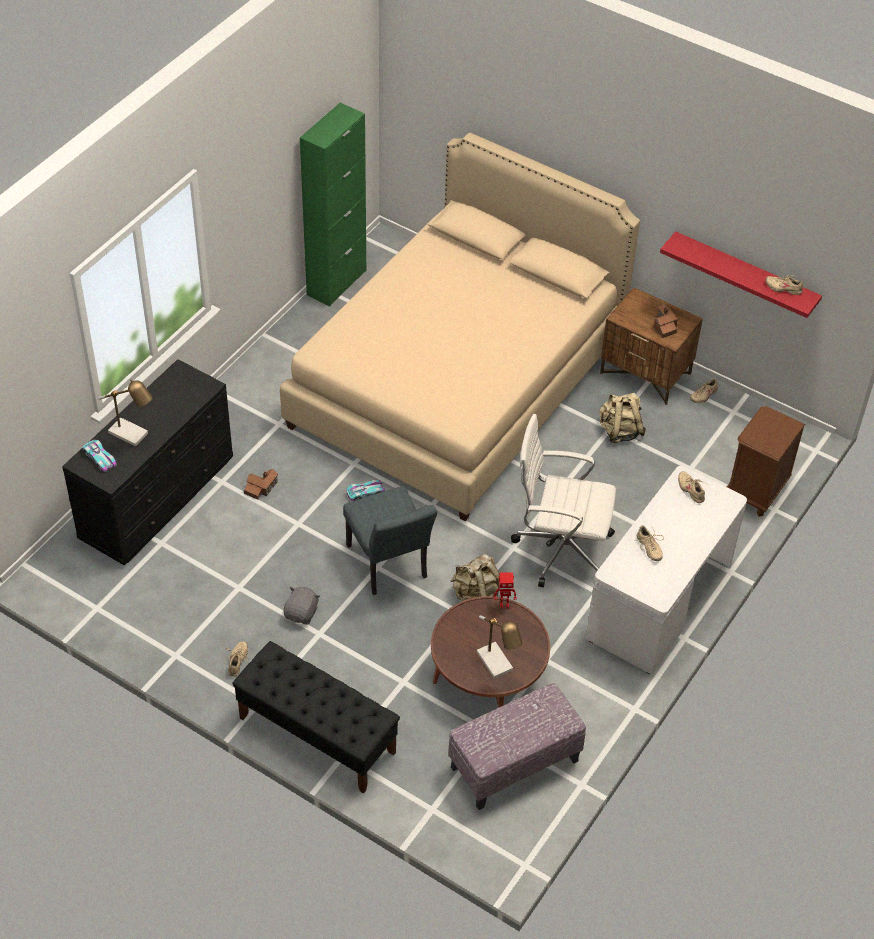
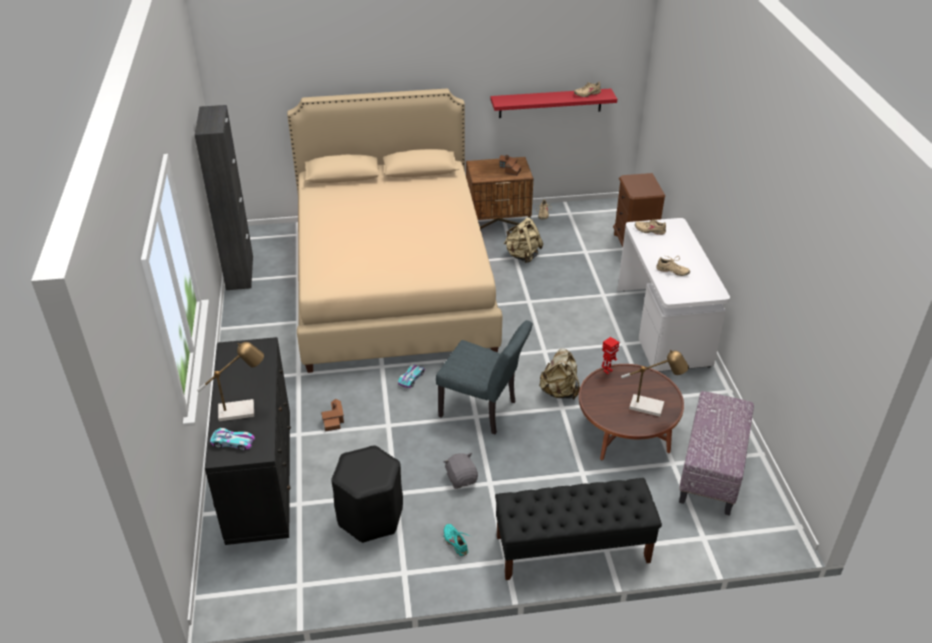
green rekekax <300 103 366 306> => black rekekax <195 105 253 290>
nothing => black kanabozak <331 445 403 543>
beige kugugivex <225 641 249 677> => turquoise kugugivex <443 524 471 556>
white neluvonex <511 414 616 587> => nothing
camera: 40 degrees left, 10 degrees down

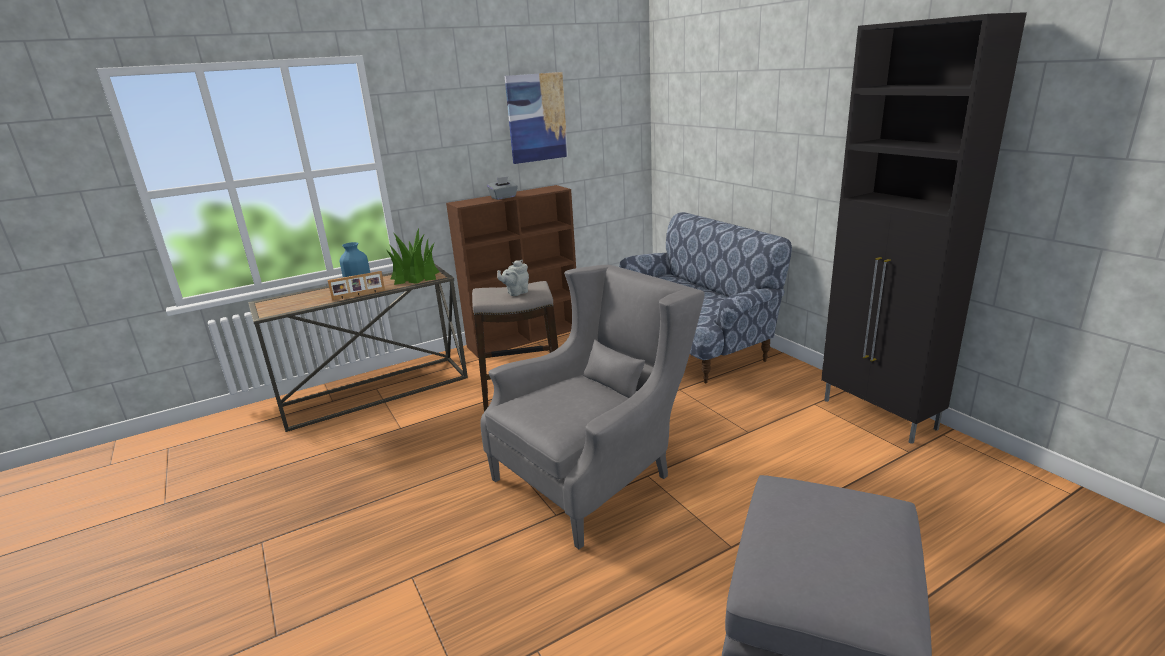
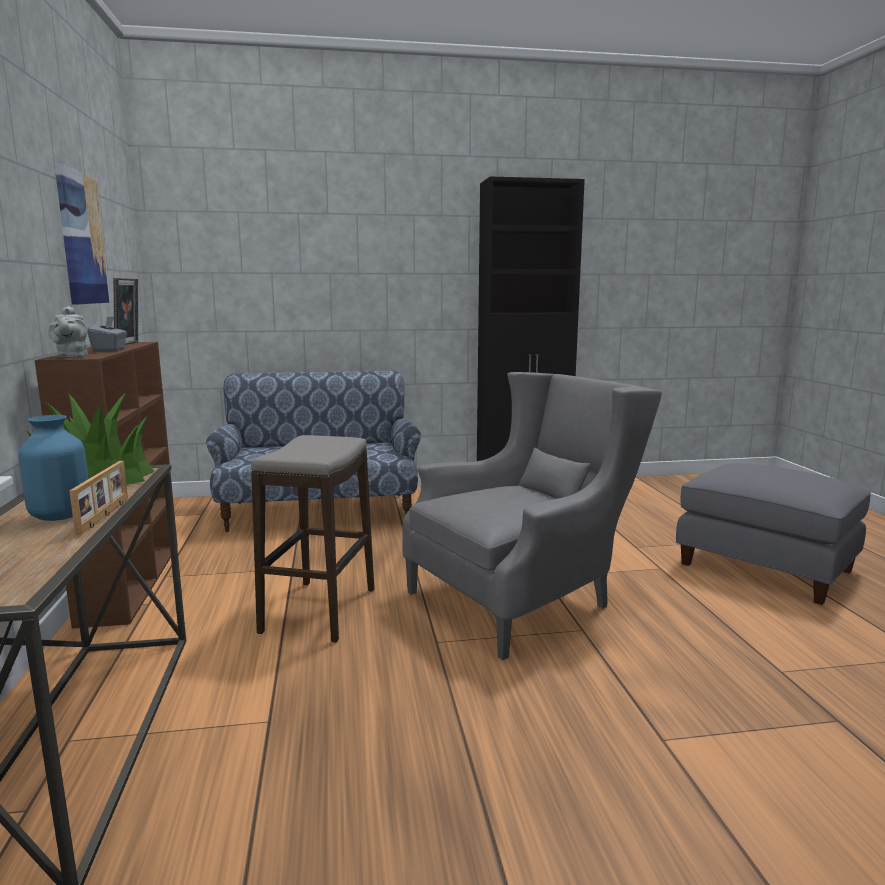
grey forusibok <497 260 529 296> => grey forusibok <48 306 87 357>, relocated
nothing => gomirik <113 278 138 345>
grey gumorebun <480 265 705 549> => grey gumorebun <402 372 662 660>, 75 degrees clockwise
camera: 70 degrees left, 10 degrees down

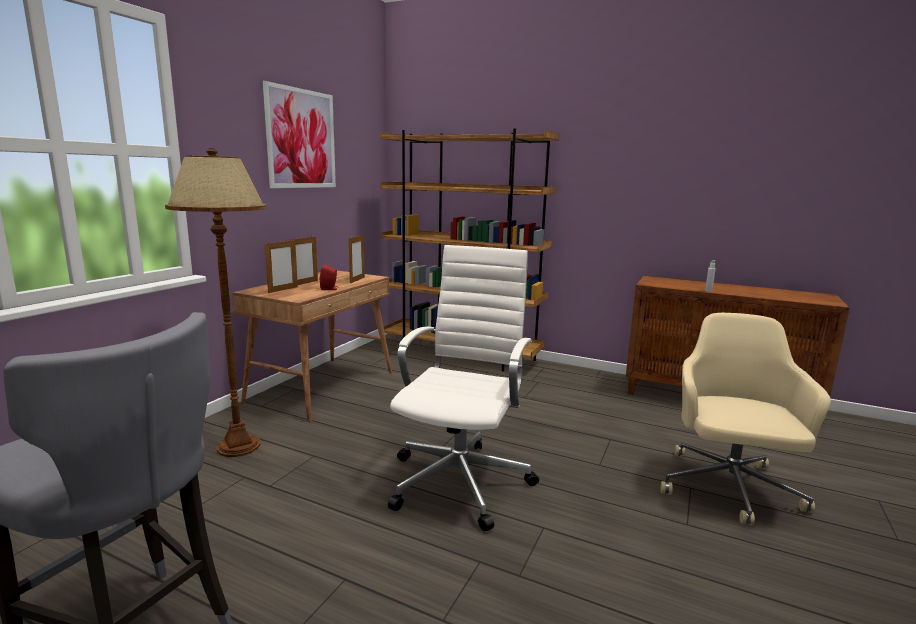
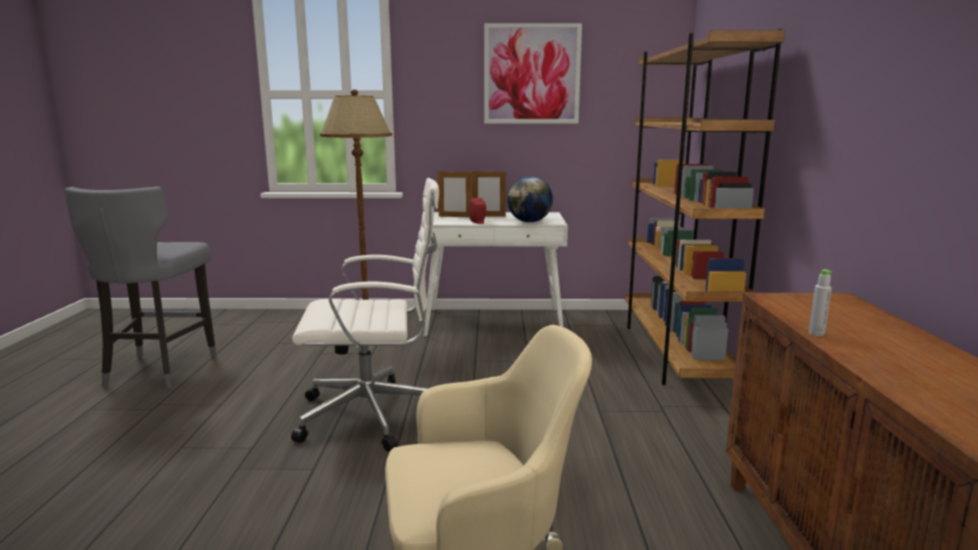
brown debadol <232 271 392 422> => white debadol <420 212 568 337>
gomirik <349 234 365 284> => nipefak <507 176 553 222>
camera: 65 degrees right, 0 degrees up

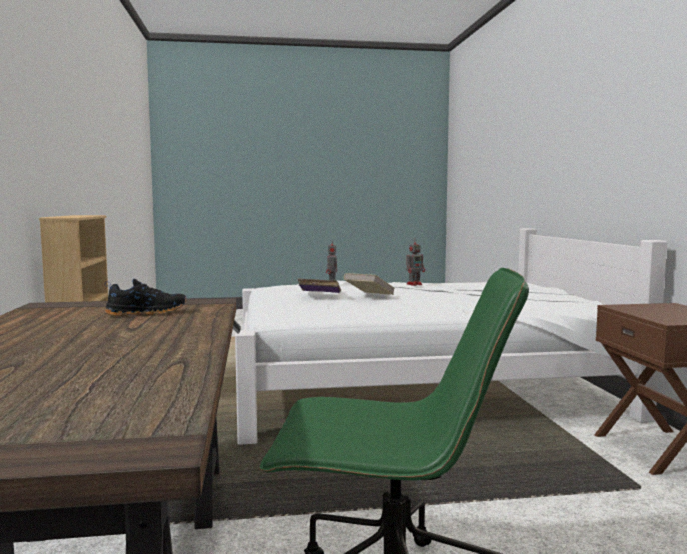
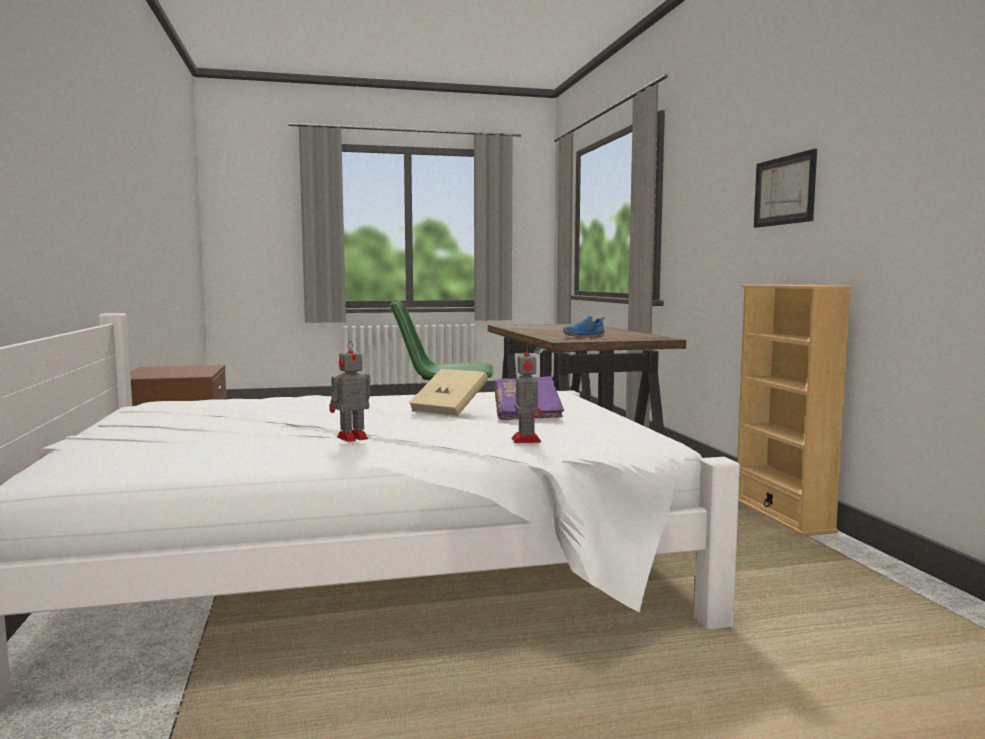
black kugugivex <105 279 187 316> => blue kugugivex <563 316 605 338>
nothing => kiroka <754 149 817 228>
camera: 175 degrees right, 0 degrees up

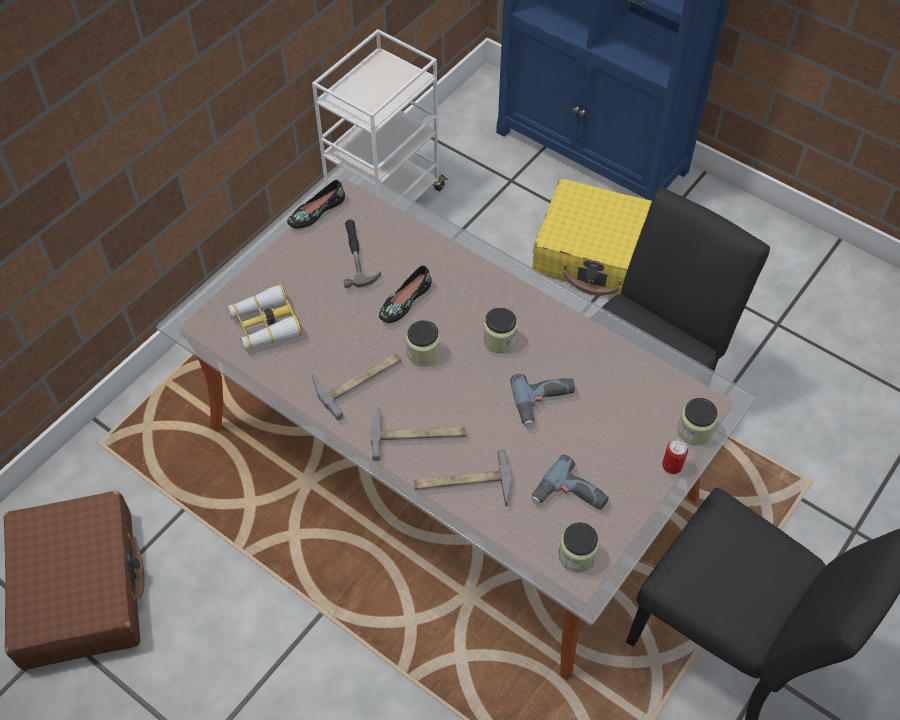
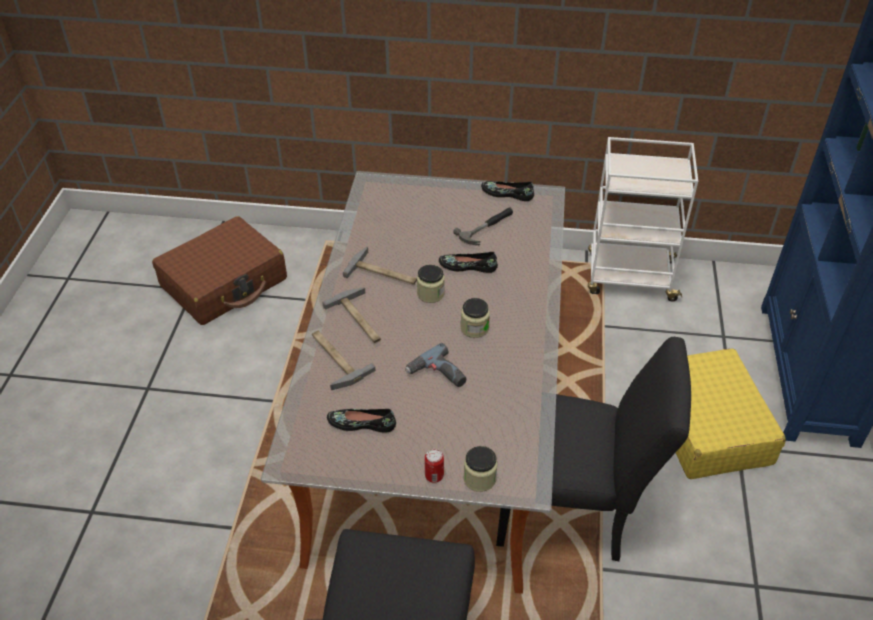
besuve <532 455 609 510> => black kugugivex <327 409 396 433>
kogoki <228 284 302 350> => nothing
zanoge <558 522 599 573> => nothing
camera: 60 degrees right, 10 degrees down

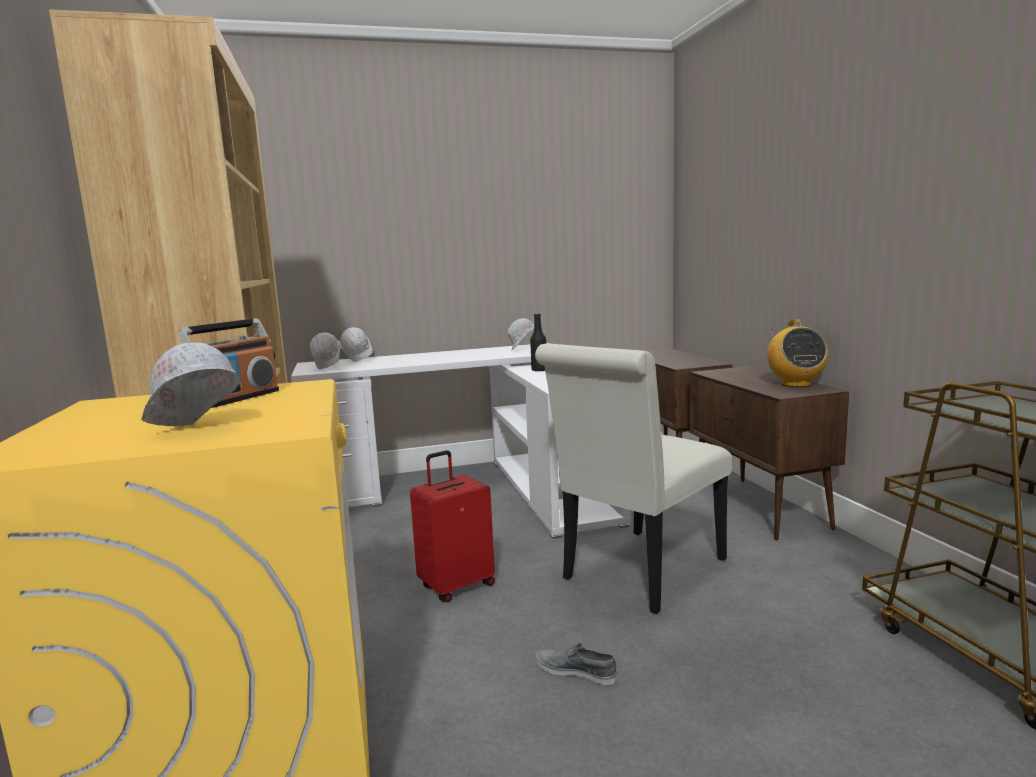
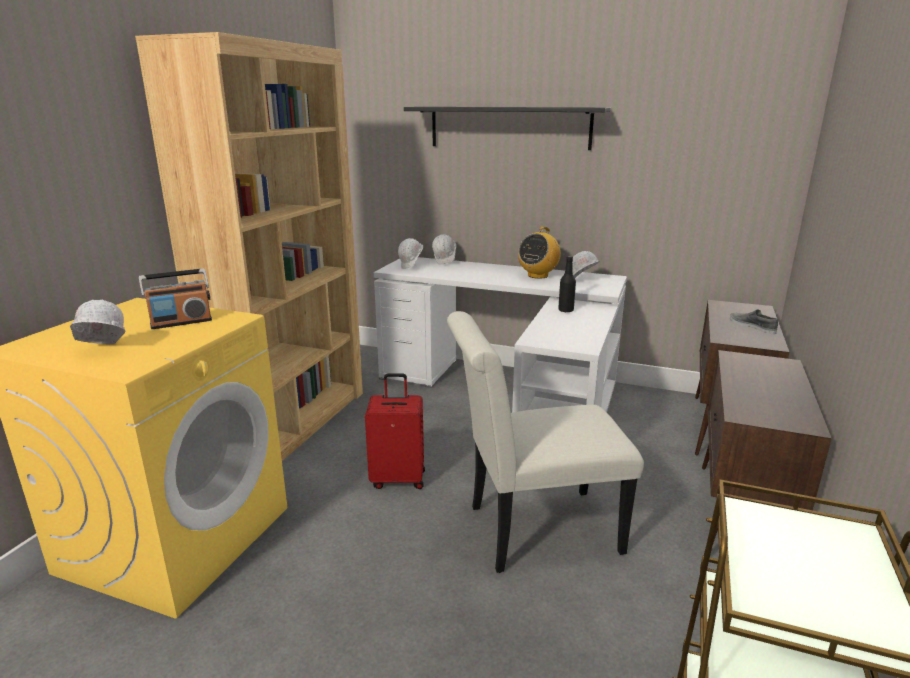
nothing => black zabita <404 107 610 150>
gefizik <767 320 828 387> => gefizik <518 227 561 279>, relocated
grey kugugivex <535 643 617 685> => grey kugugivex <730 309 778 334>, relocated
camera: 35 degrees right, 10 degrees up

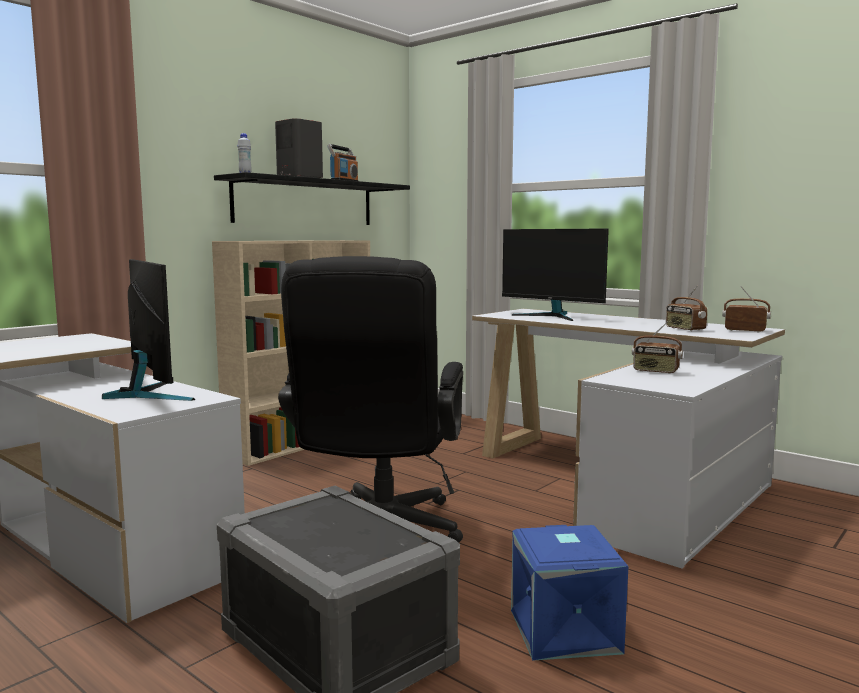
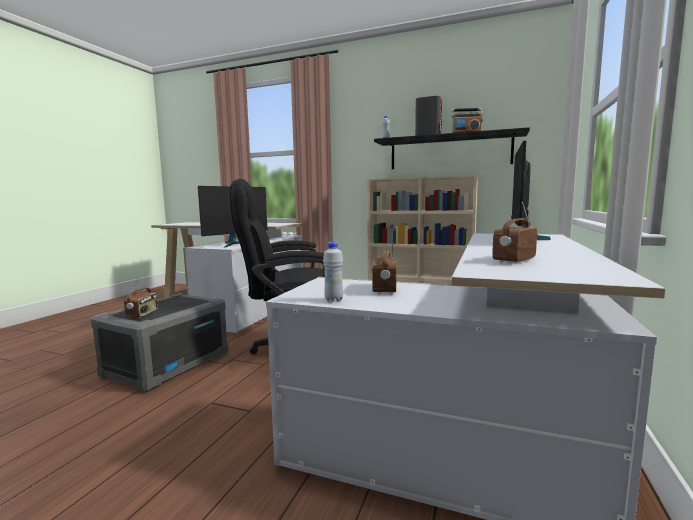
gefizik <722 286 771 332> => gefizik <124 278 158 318>, relocated
nothing => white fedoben <323 241 343 302>
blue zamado <511 525 628 661> => nothing
camera: 70 degrees right, 0 degrees up

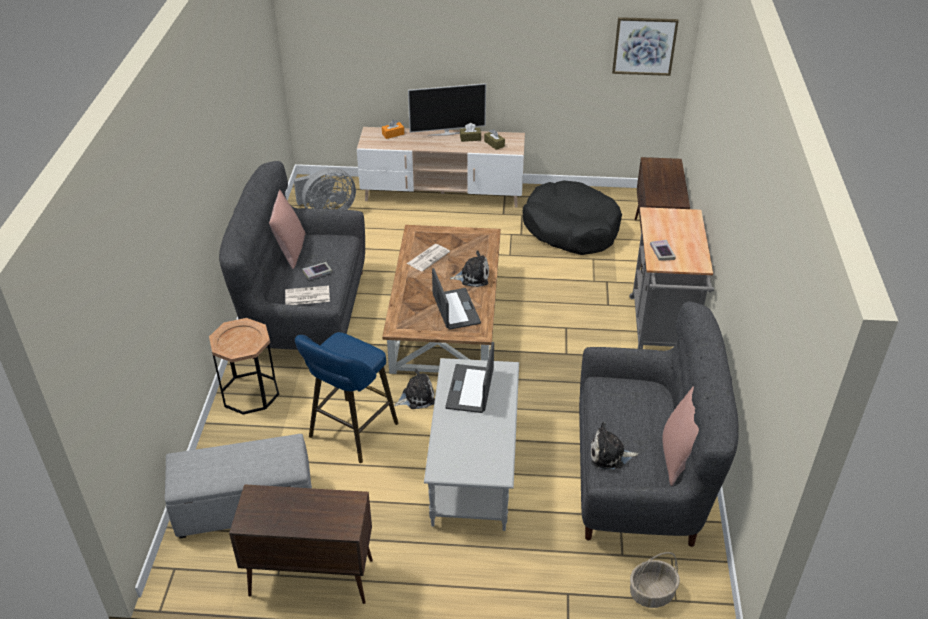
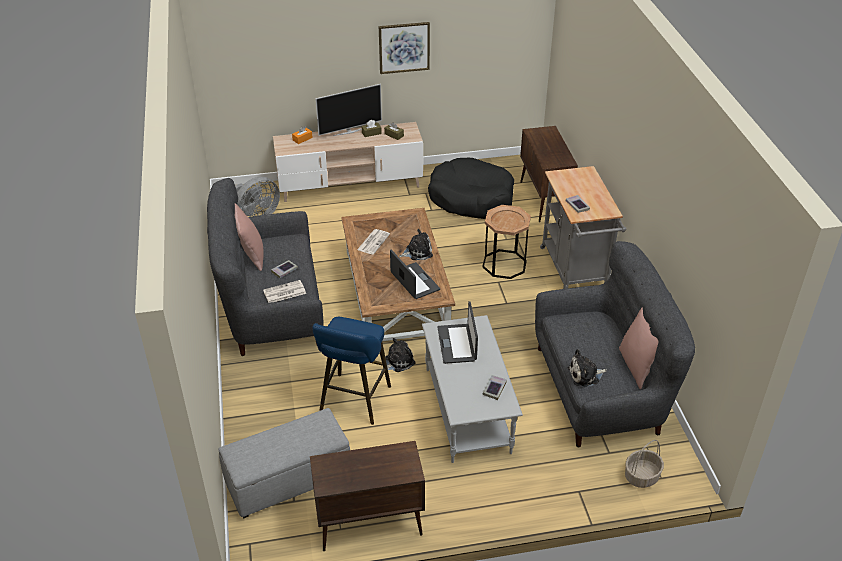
kiroka <612 17 679 76> => kiroka <379 22 430 74>, relocated
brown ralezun <209 318 279 414> => brown ralezun <482 205 531 279>, relocated
nothing => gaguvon <482 375 507 400>
camera: 15 degrees left, 0 degrees up

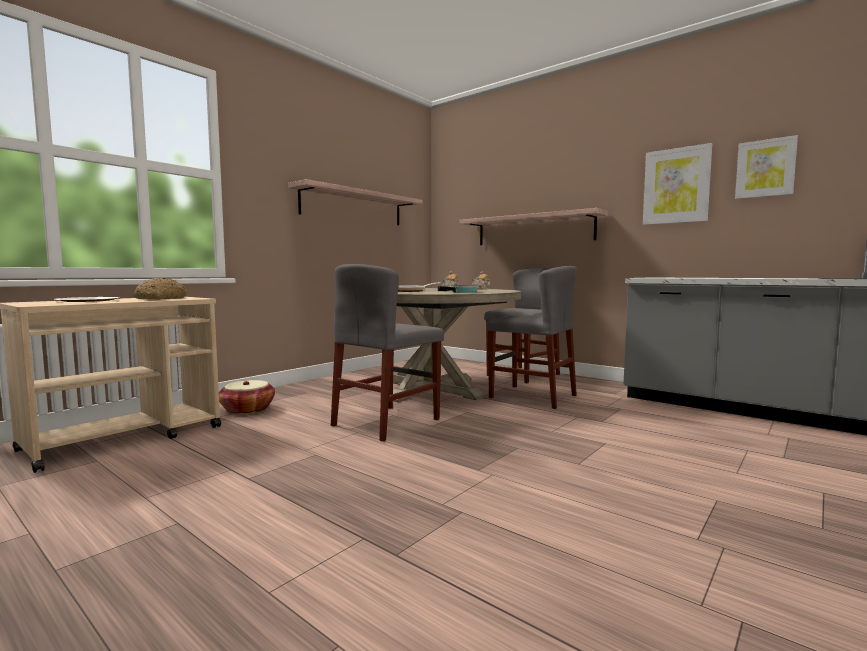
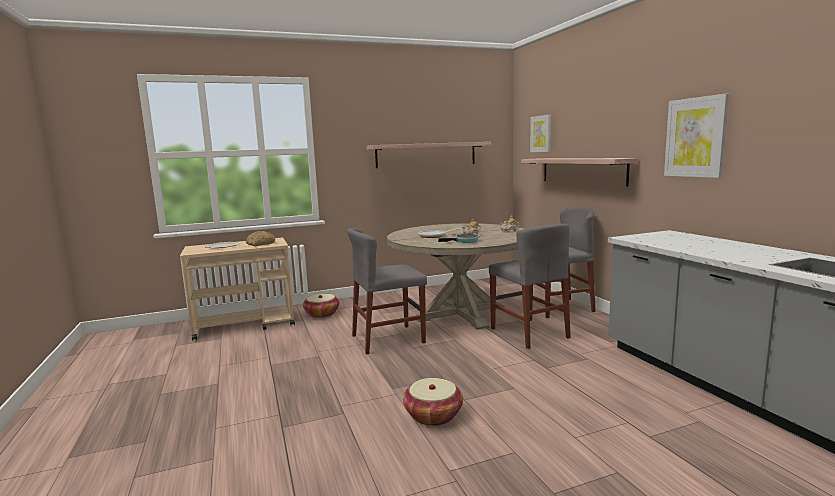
nothing => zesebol <403 378 463 426>
kiroka <735 135 798 199> => kiroka <530 115 551 152>, relocated
camera: 30 degrees right, 5 degrees up

